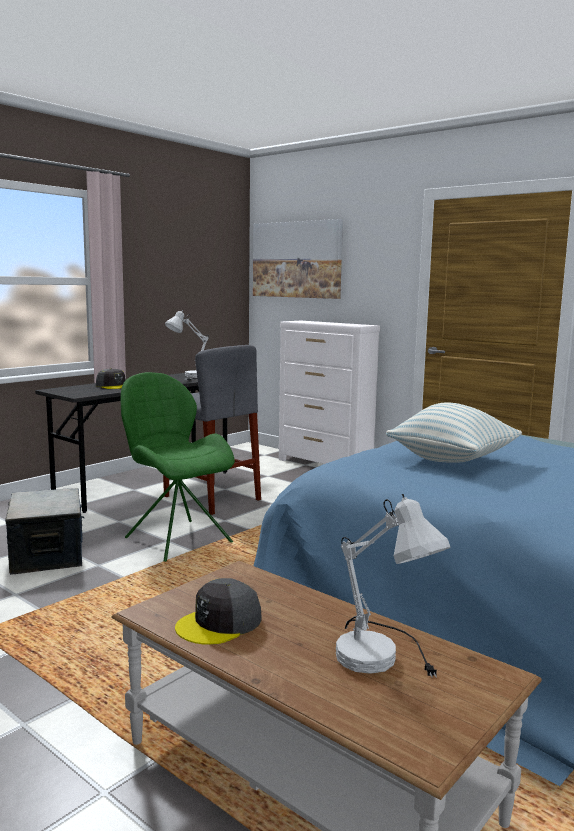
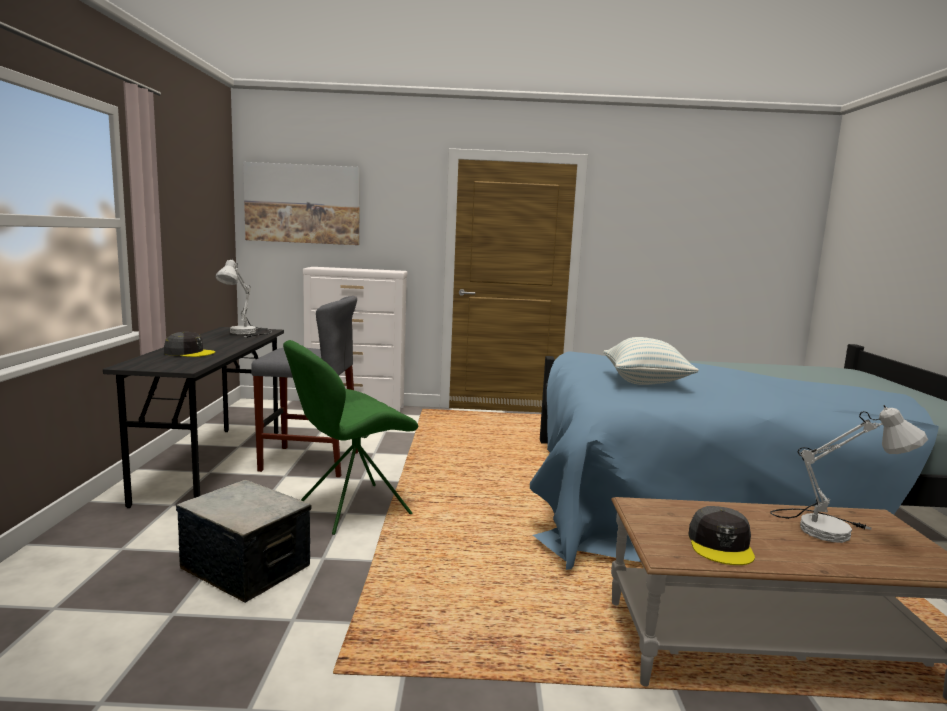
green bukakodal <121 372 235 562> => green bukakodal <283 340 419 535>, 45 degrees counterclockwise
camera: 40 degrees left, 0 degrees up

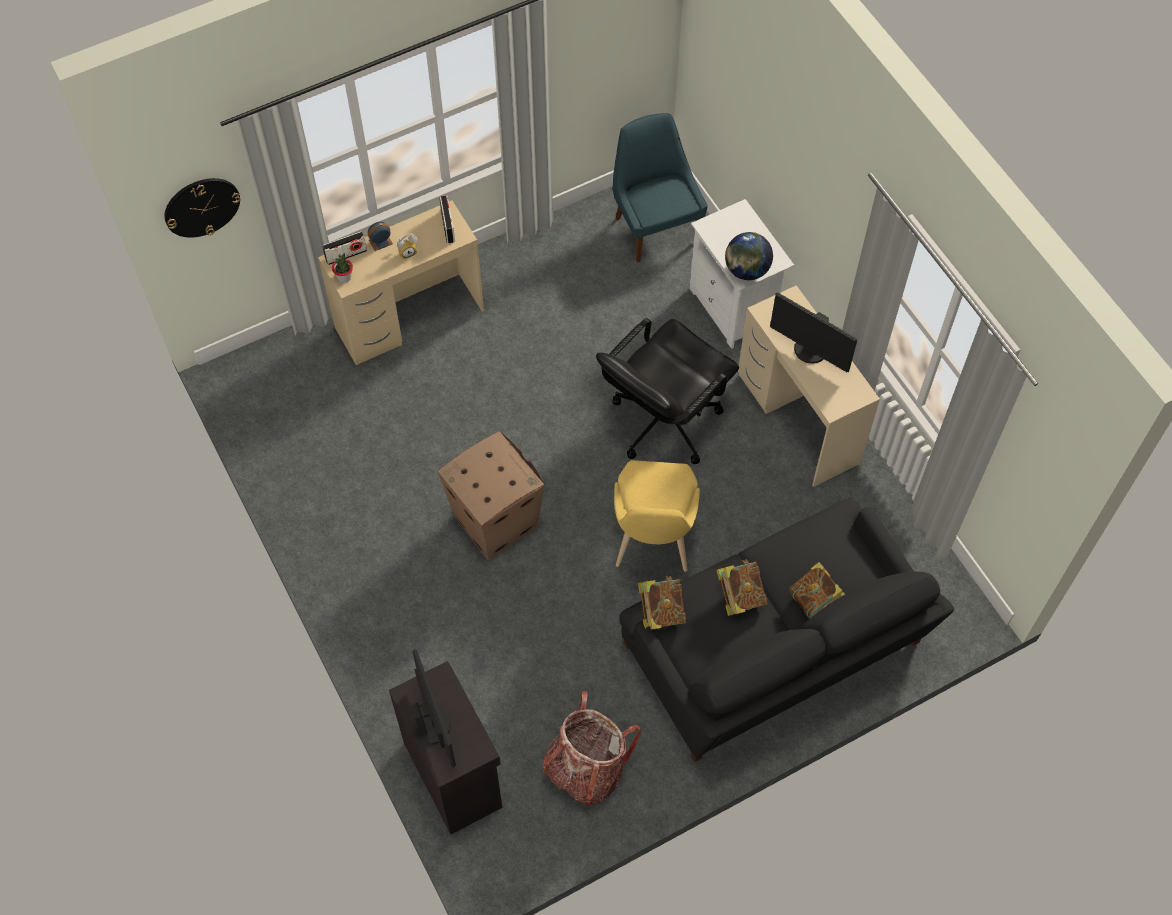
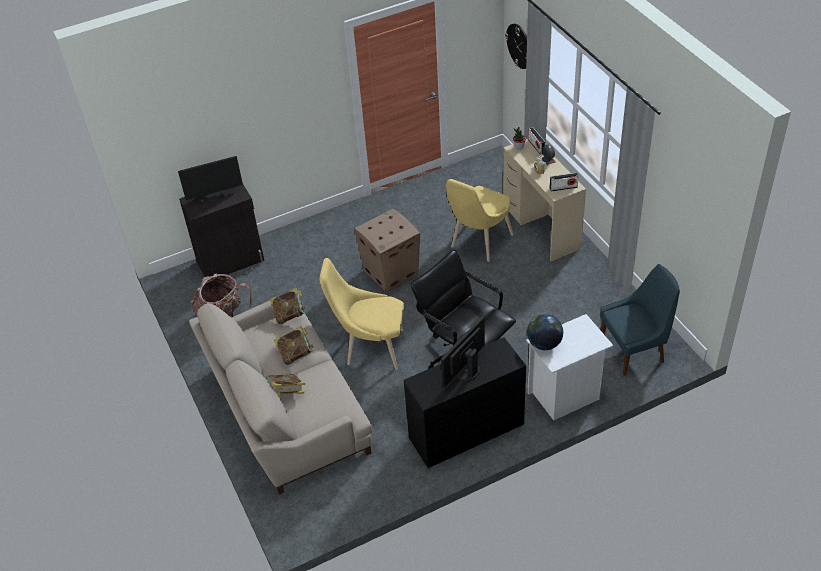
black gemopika <619 497 954 762> => beige gemopika <189 301 372 495>
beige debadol <738 285 880 487> => black debadol <404 337 526 468>
nothing => yellow bukakodal <446 179 513 262>
camera: 95 degrees right, 15 degrees down

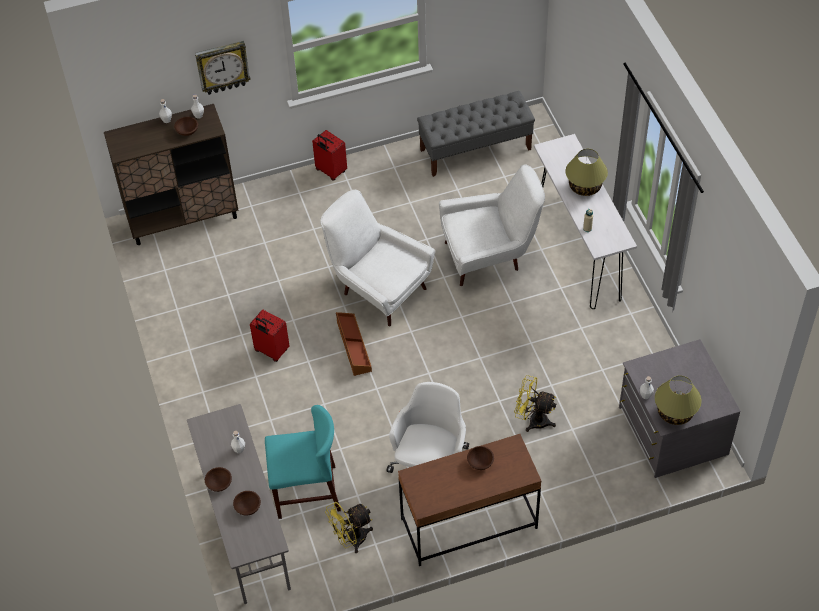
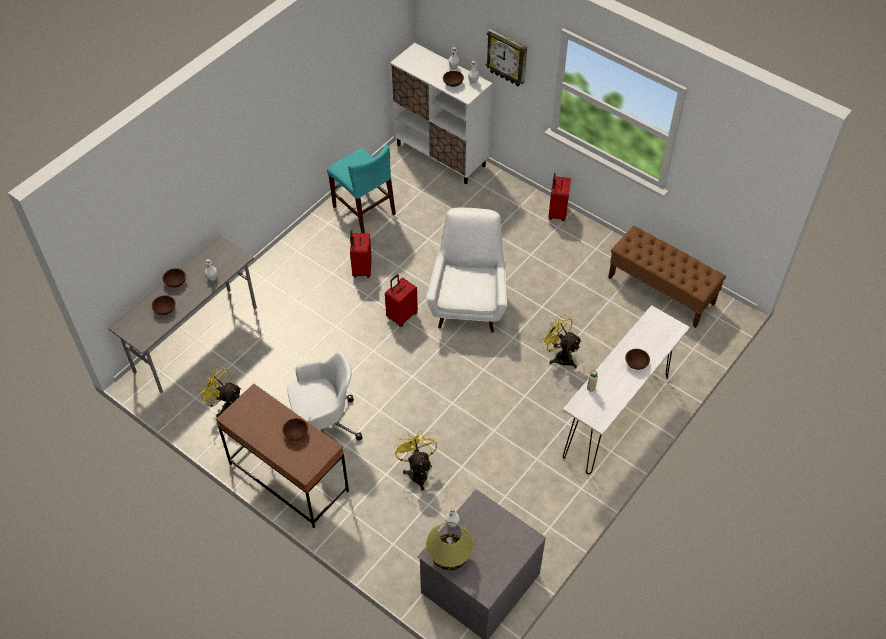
turquoise bukakodal <265 405 341 519> => turquoise bukakodal <327 145 396 233>, relocated
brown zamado <336 312 372 376> => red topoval <385 274 418 327>
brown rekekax <104 104 238 245> => white rekekax <390 43 493 184>
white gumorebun <439 164 545 286> => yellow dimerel <541 315 582 368>
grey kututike <417 91 535 177> => brown kututike <608 226 726 328>
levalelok <566 149 608 196> => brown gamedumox <625 349 650 370>
camera: 55 degrees right, 0 degrees up

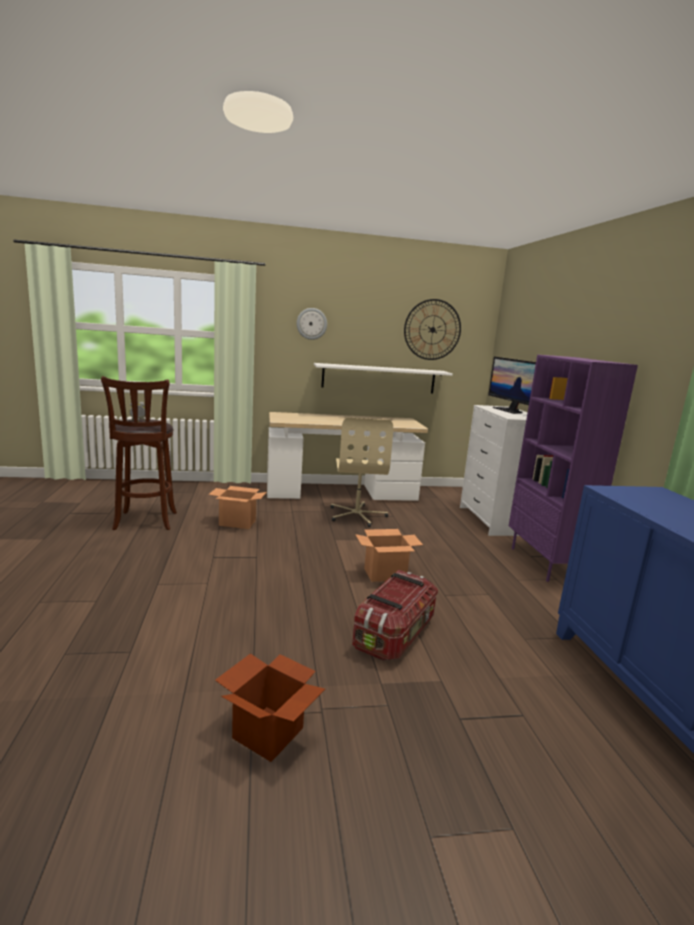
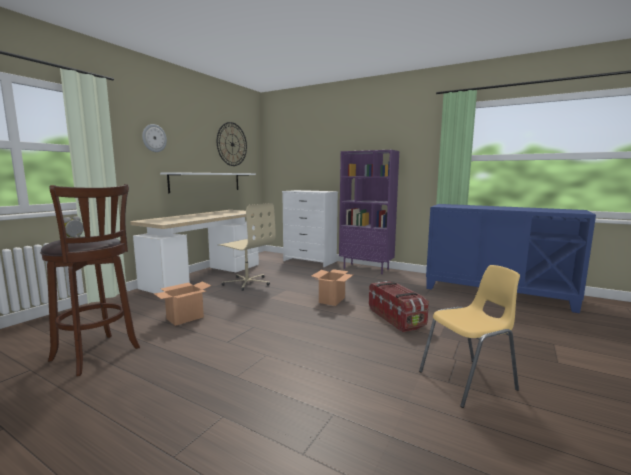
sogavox <215 653 325 762> => yellow bukakodal <419 265 520 408>
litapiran <488 357 536 414> => nothing
camera: 50 degrees left, 5 degrees down

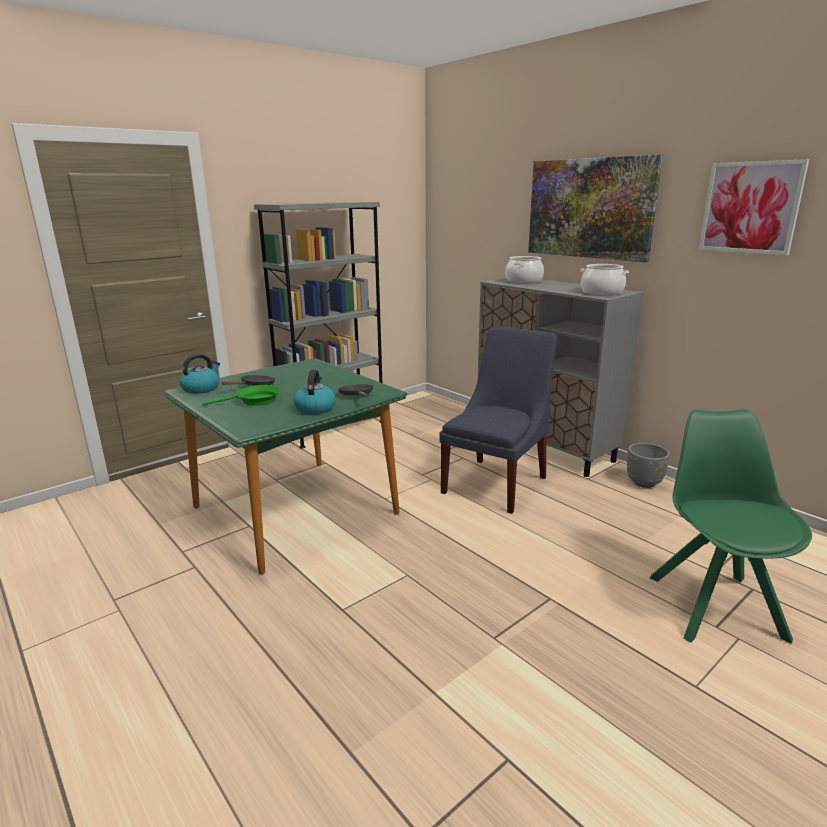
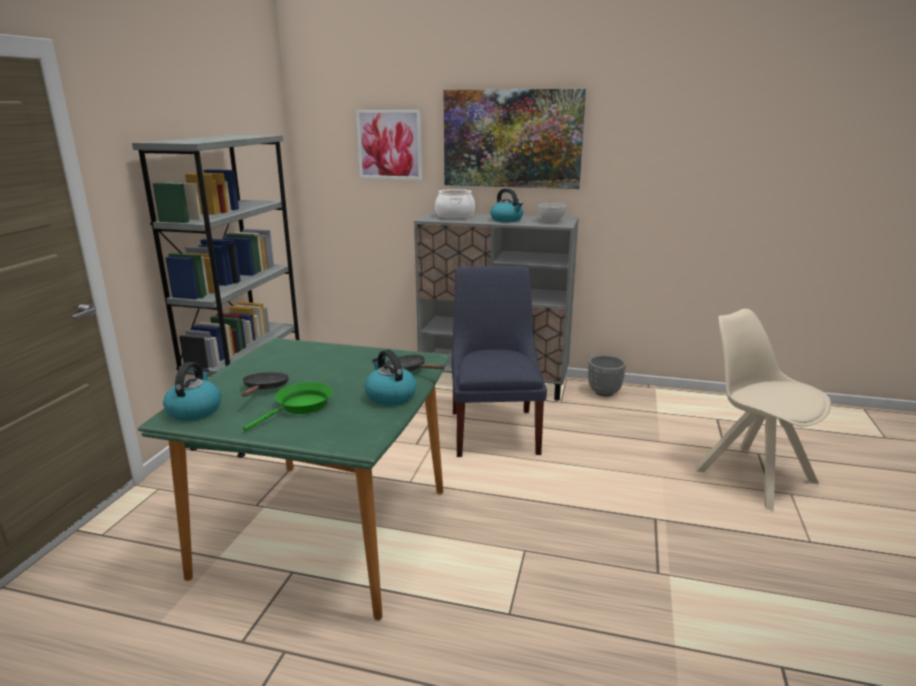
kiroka <699 159 809 255> => kiroka <356 110 422 180>, relocated
nothing => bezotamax <490 188 523 222>
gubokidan <580 264 629 296> => grey gamedumox <538 203 567 222>
green bukakodal <650 409 812 644> => beige bukakodal <695 309 831 511>
camera: 35 degrees left, 0 degrees up

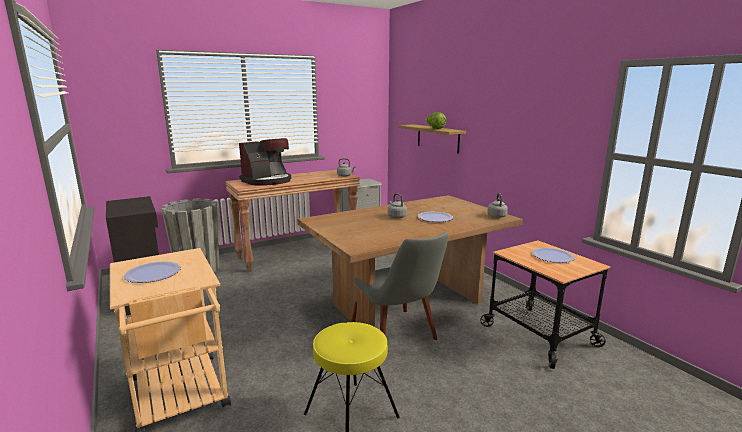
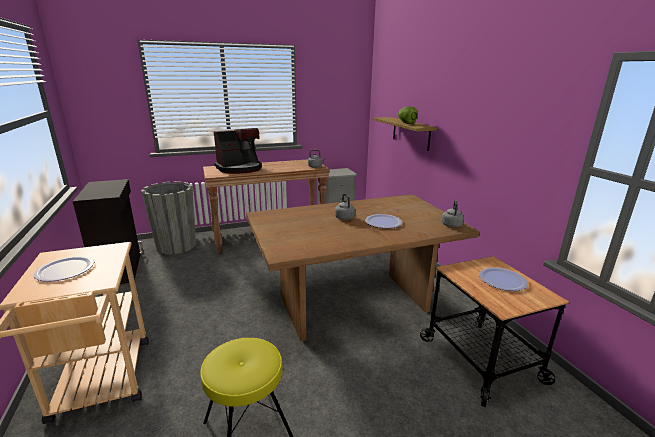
grey bukakodal <351 232 448 340> => nothing
camera: 10 degrees right, 5 degrees up

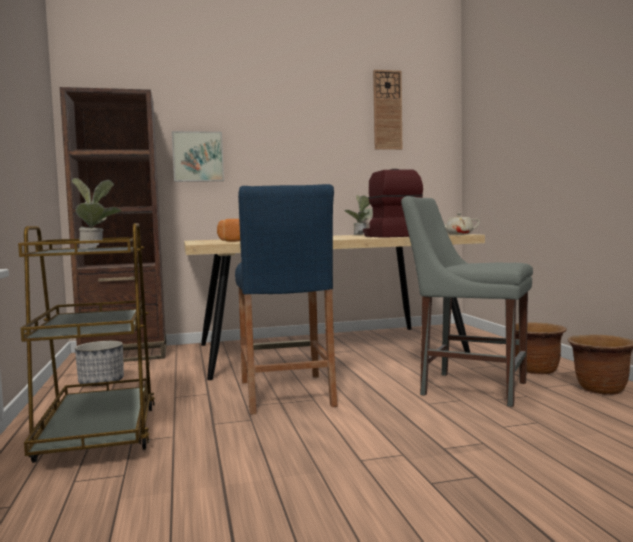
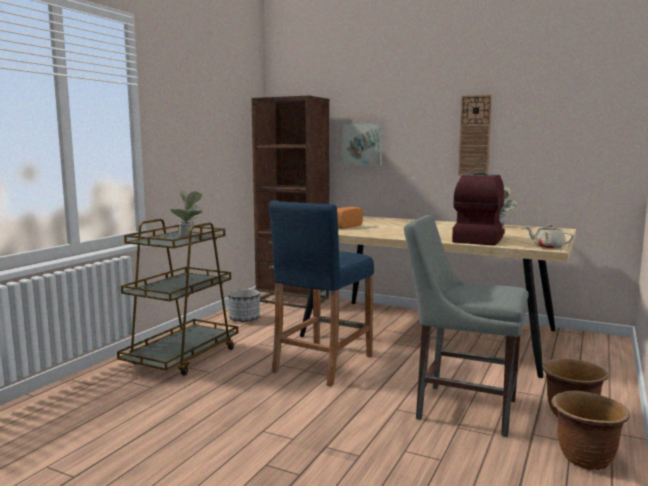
grey bukakodal <401 196 533 407> => grey bukakodal <404 215 529 437>, 45 degrees counterclockwise
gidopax <373 70 402 150> => gidopax <458 95 492 176>, relocated
camera: 40 degrees right, 5 degrees up

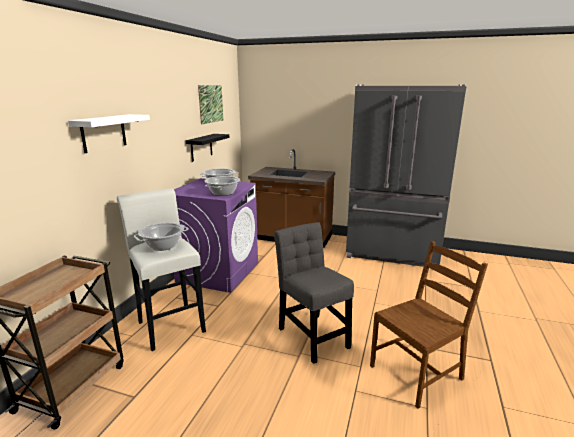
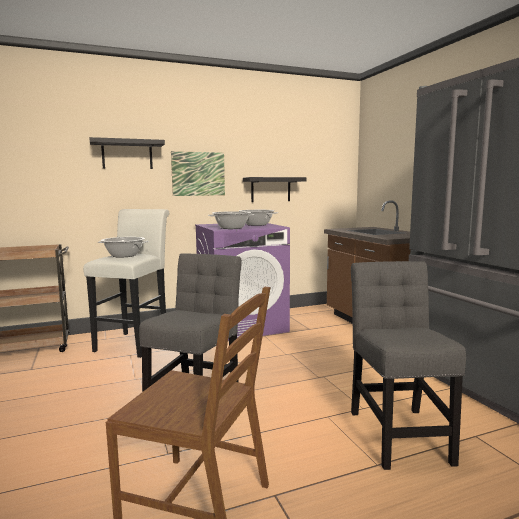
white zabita <68 114 150 153> => black zabita <89 137 165 169>
kiroka <198 85 223 124> => kiroka <171 151 225 196>, relocated
nothing => grey bukakodal <351 261 466 470>
camera: 50 degrees right, 10 degrees down

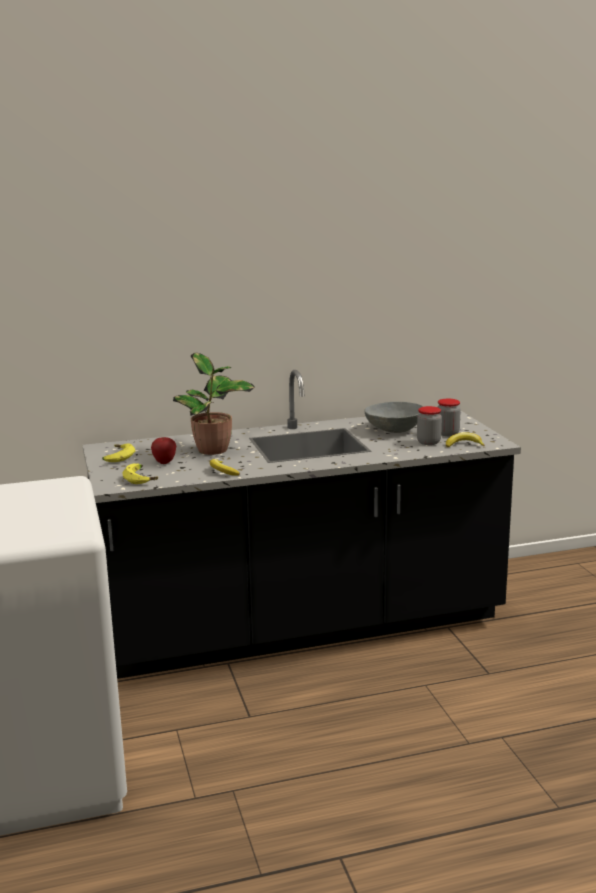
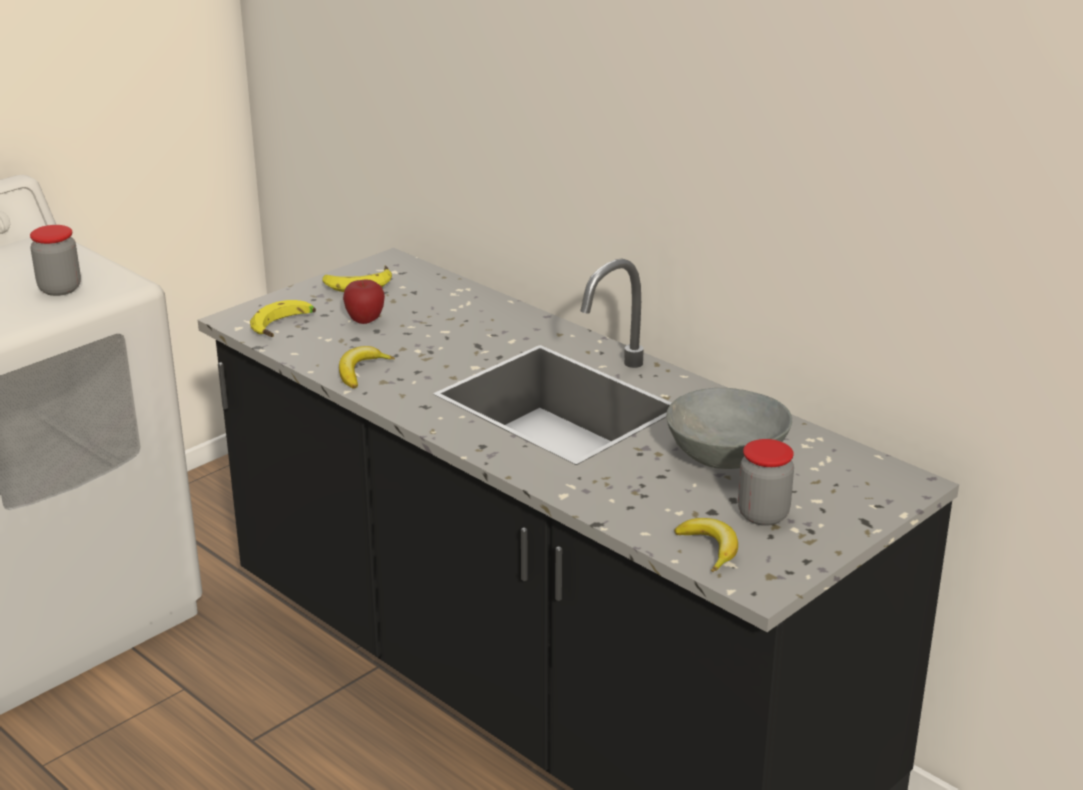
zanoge <417 406 442 445> => zanoge <30 225 81 296>, relocated
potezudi <173 353 255 455> => nothing
camera: 60 degrees right, 10 degrees up

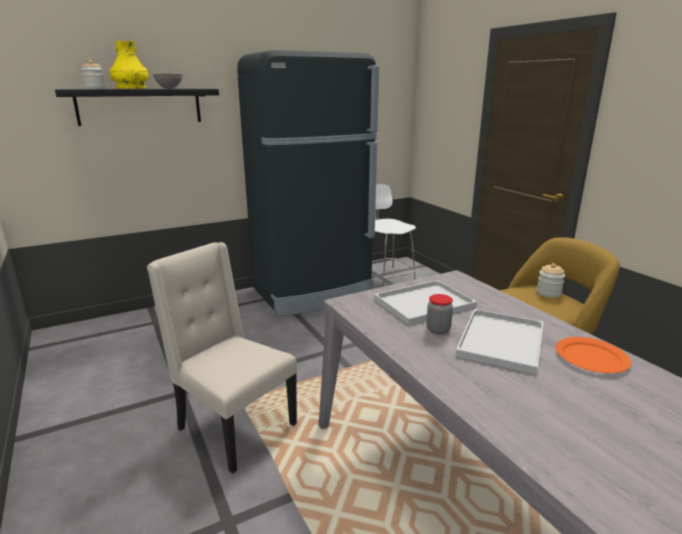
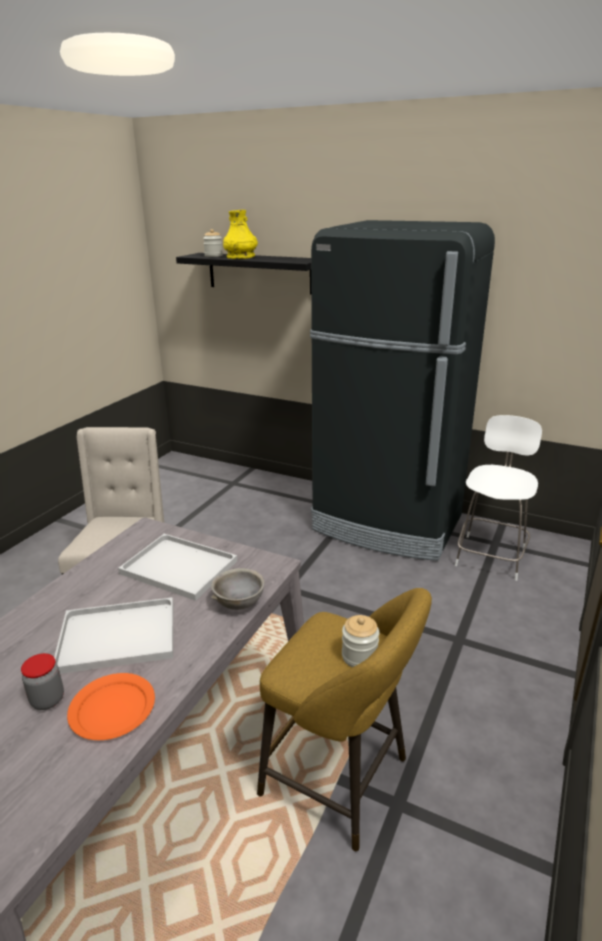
zanoge <426 294 453 334> => zanoge <21 653 64 710>, relocated
grey gamedumox <153 73 183 89> => grey gamedumox <211 568 265 610>, relocated
camera: 55 degrees right, 5 degrees up

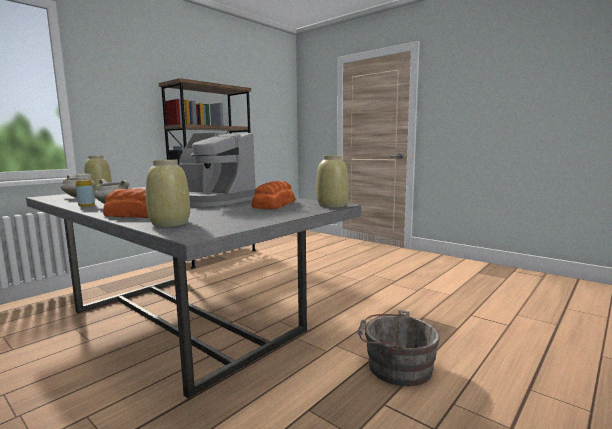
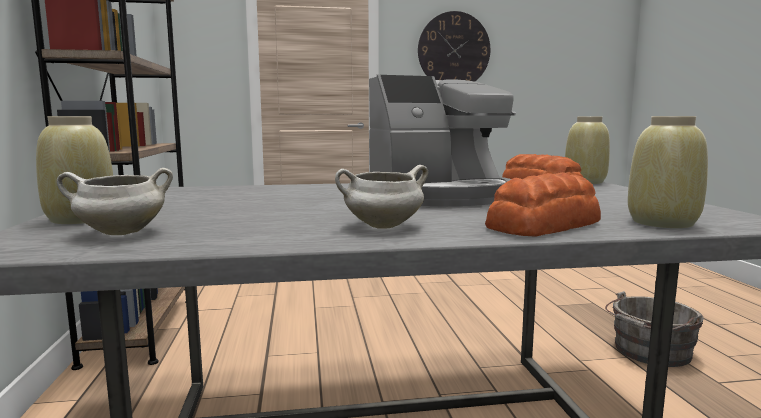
nothing => gidopax <418 11 490 82>
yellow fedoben <75 173 95 207> => nothing
camera: 50 degrees left, 0 degrees up

